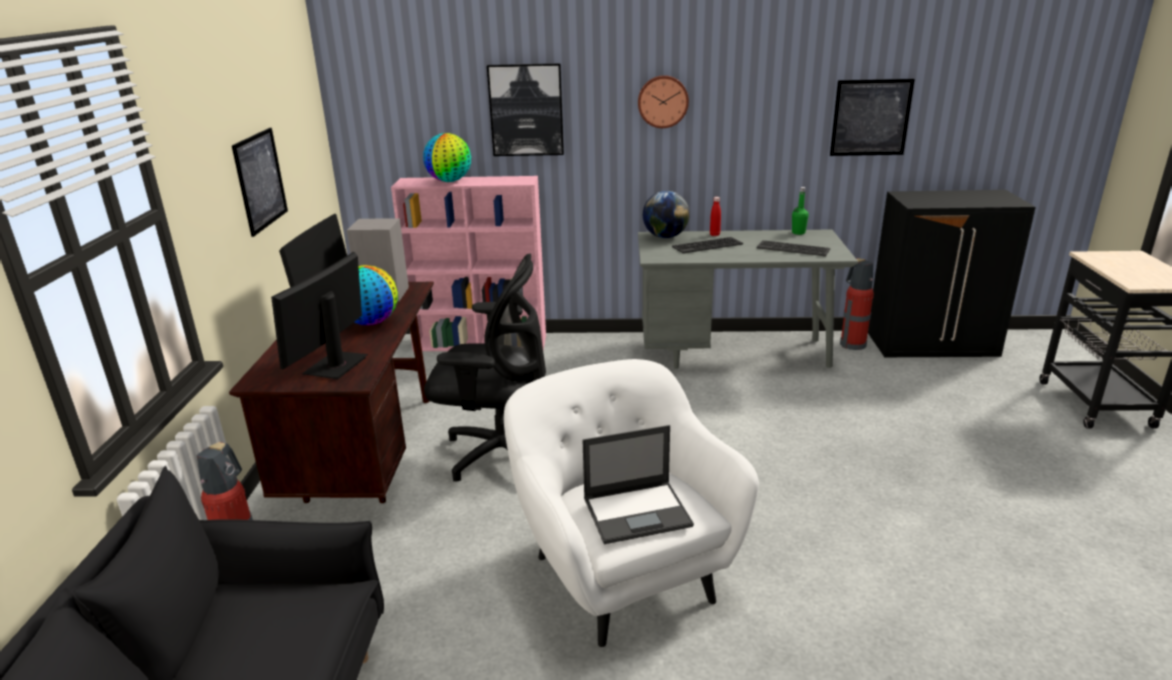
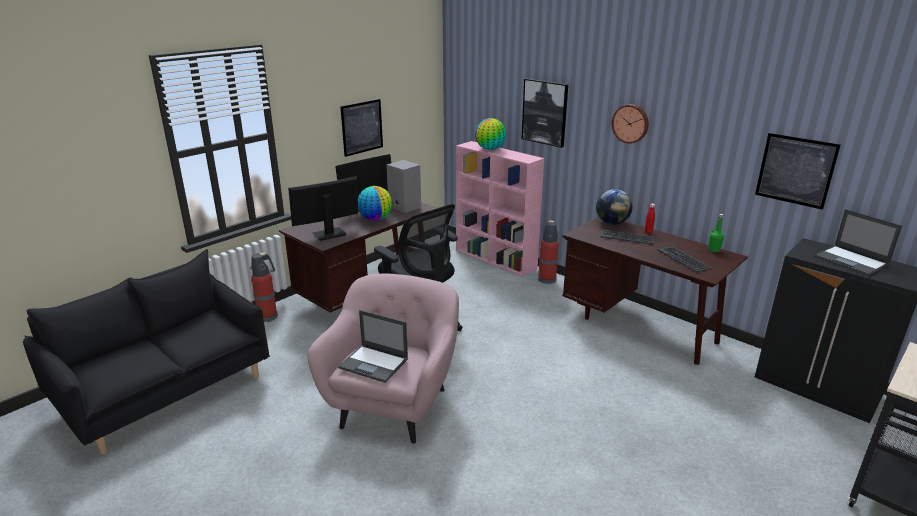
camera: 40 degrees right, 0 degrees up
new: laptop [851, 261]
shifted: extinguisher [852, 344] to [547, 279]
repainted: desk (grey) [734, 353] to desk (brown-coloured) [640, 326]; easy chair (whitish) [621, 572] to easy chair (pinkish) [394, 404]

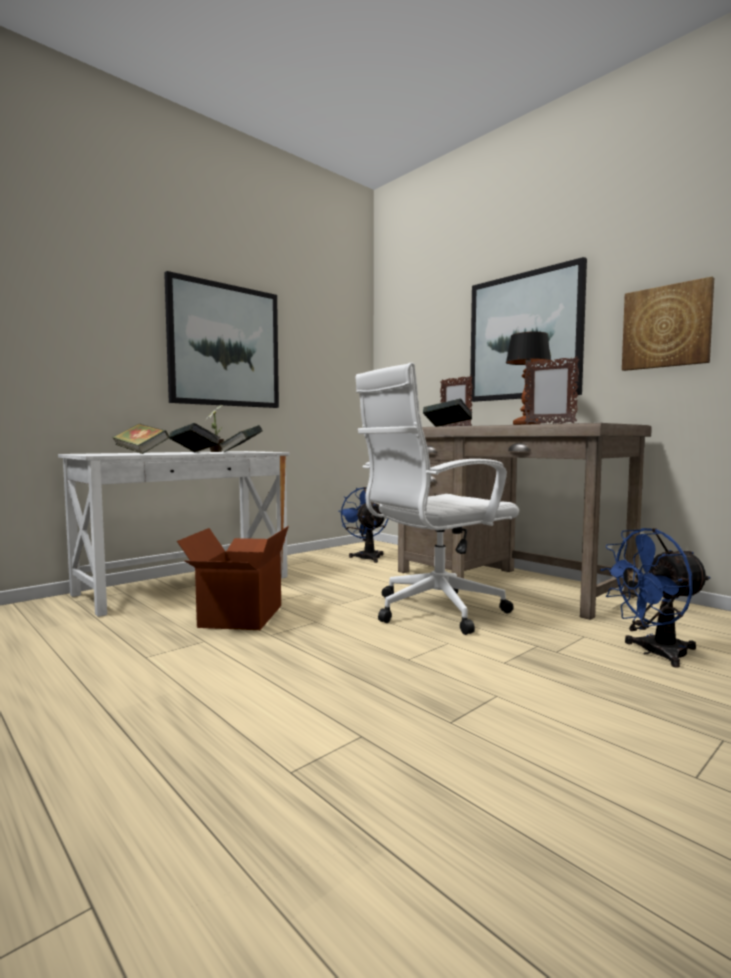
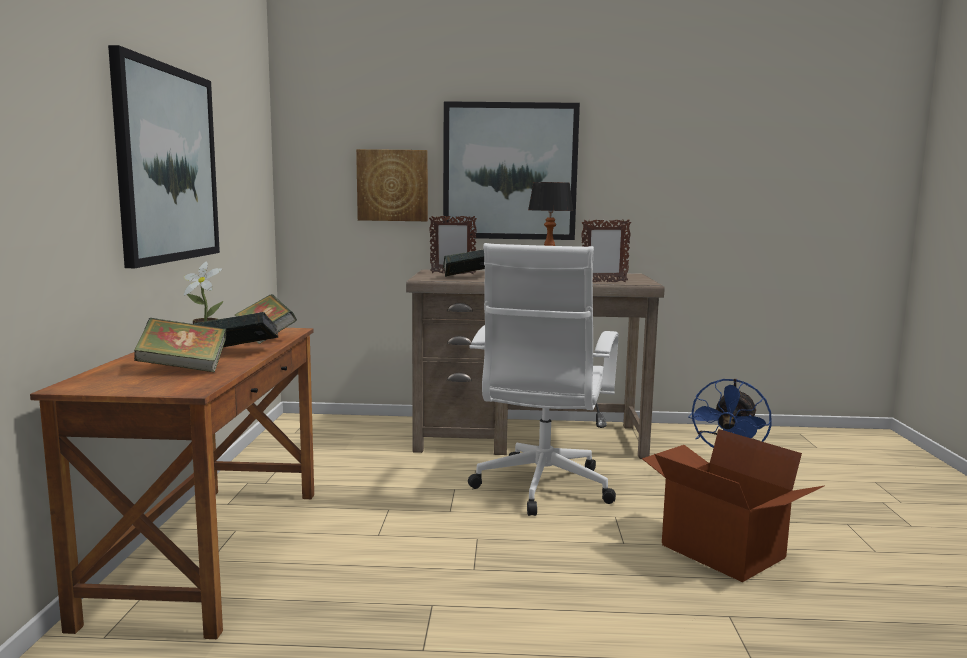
camera: 45 degrees left, 5 degrees up
gone: electric fan (blue) [367, 556]
shifted: picture [666, 327] to [392, 185]; packing box [239, 616] to [721, 552]
repainted: desk (whitish) [185, 585] to desk (brown-coloured) [211, 551]

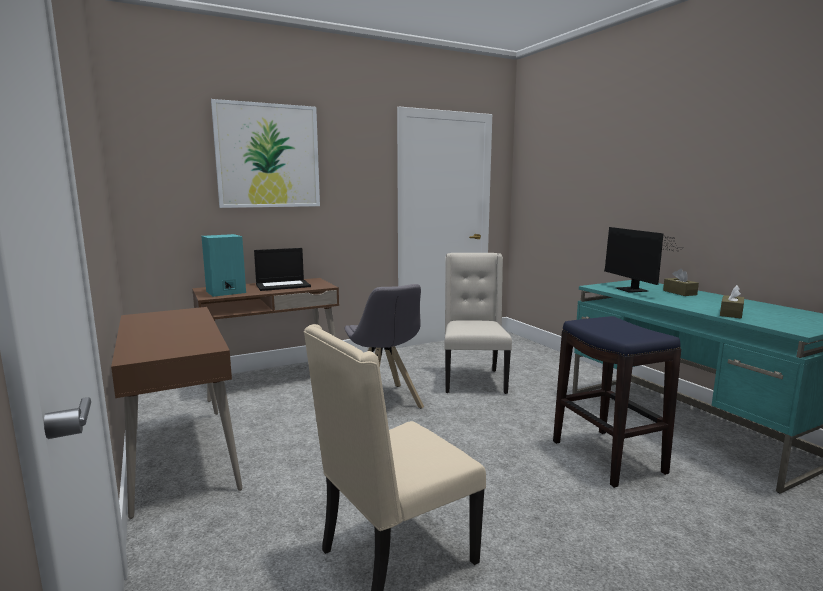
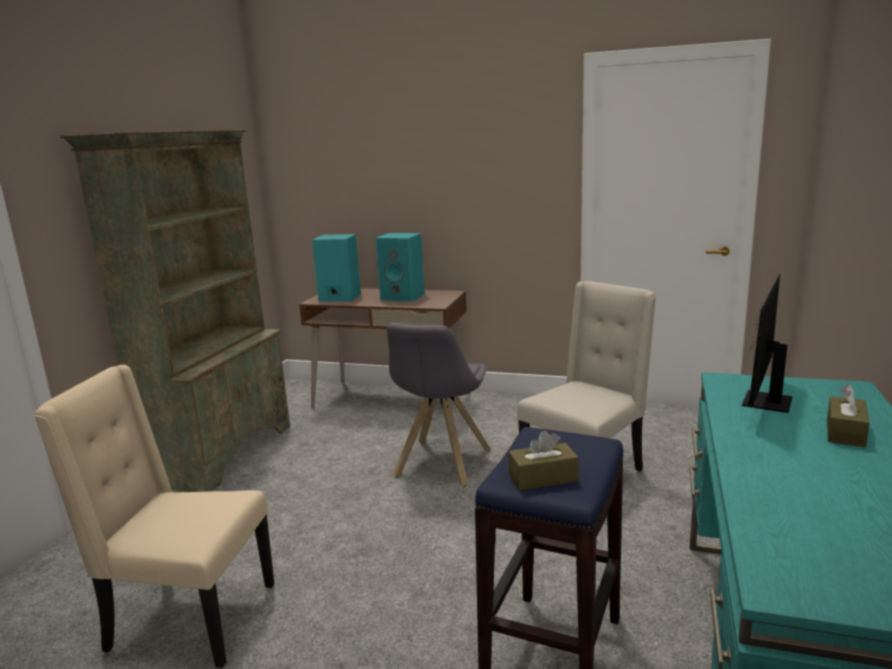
camera: 45 degrees right, 5 degrees up
gone: picture [268, 156]
shifted: tissue holder (brown-coloured) [731, 313] to [543, 478]
swapped: laptop [283, 285] to audio speaker (turquoise) [404, 297]; desk (brown-coloured) [181, 457] to bookshelf (green-coloured) [221, 453]

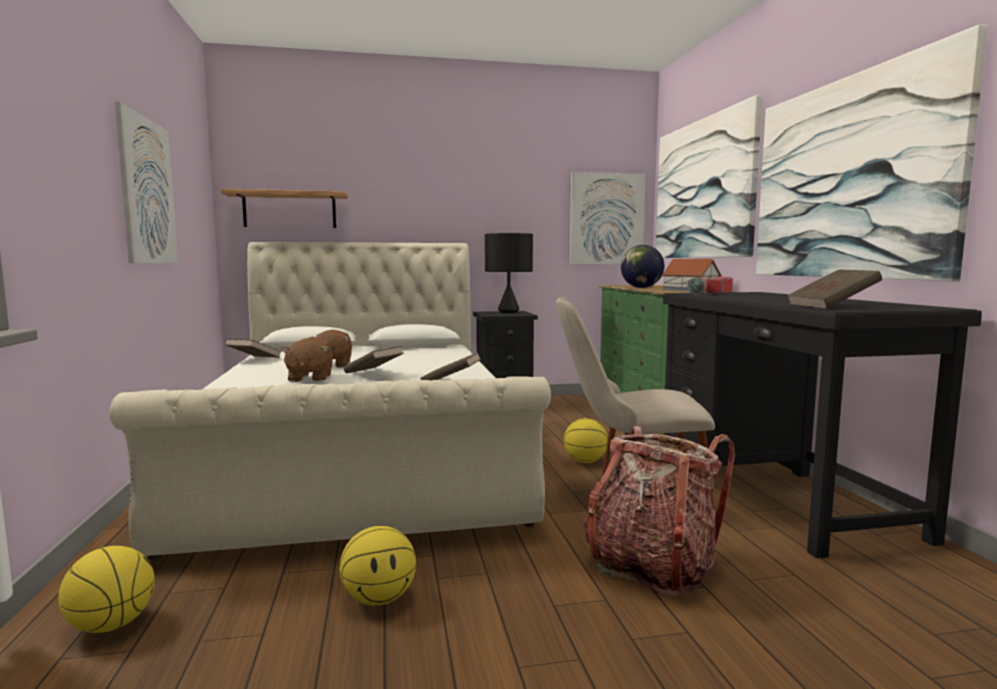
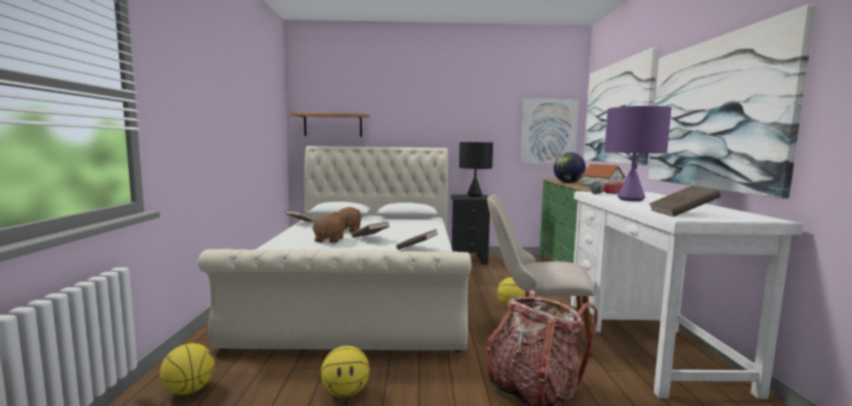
camera: 10 degrees right, 0 degrees up
gone: picture [148, 191]
new: table lamp (purple) [630, 200]
repainted: desk (black) [777, 490] to desk (whitish) [648, 341]

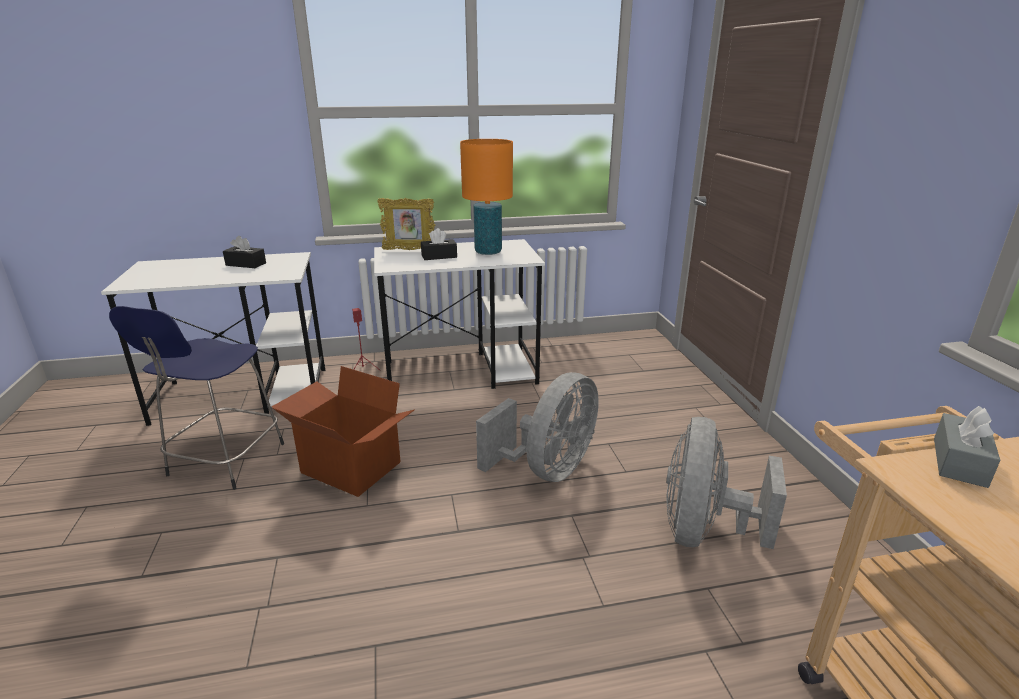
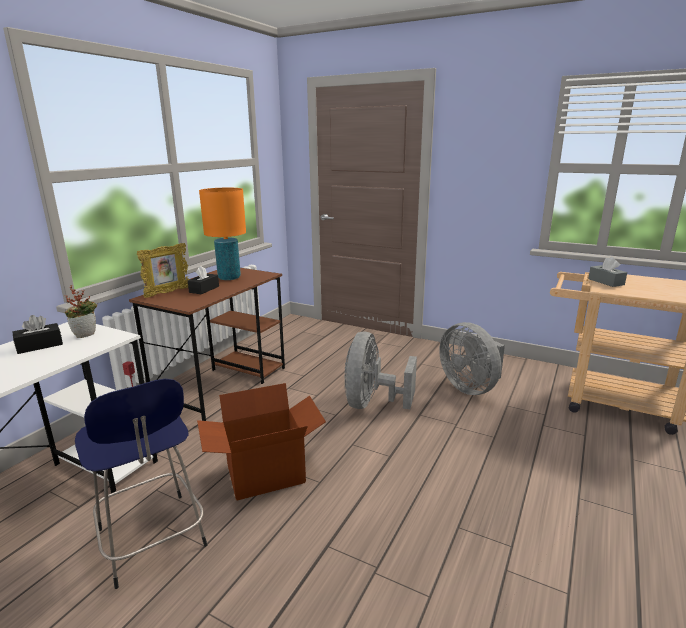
camera: 50 degrees left, 5 degrees down
new: houseplant [86, 334]
repainted: desk (whitish) [462, 372] to desk (brown-coloured) [223, 385]
rotated: electric fan (grey) [547, 469] = [372, 403] 150 degrees counterclockwise

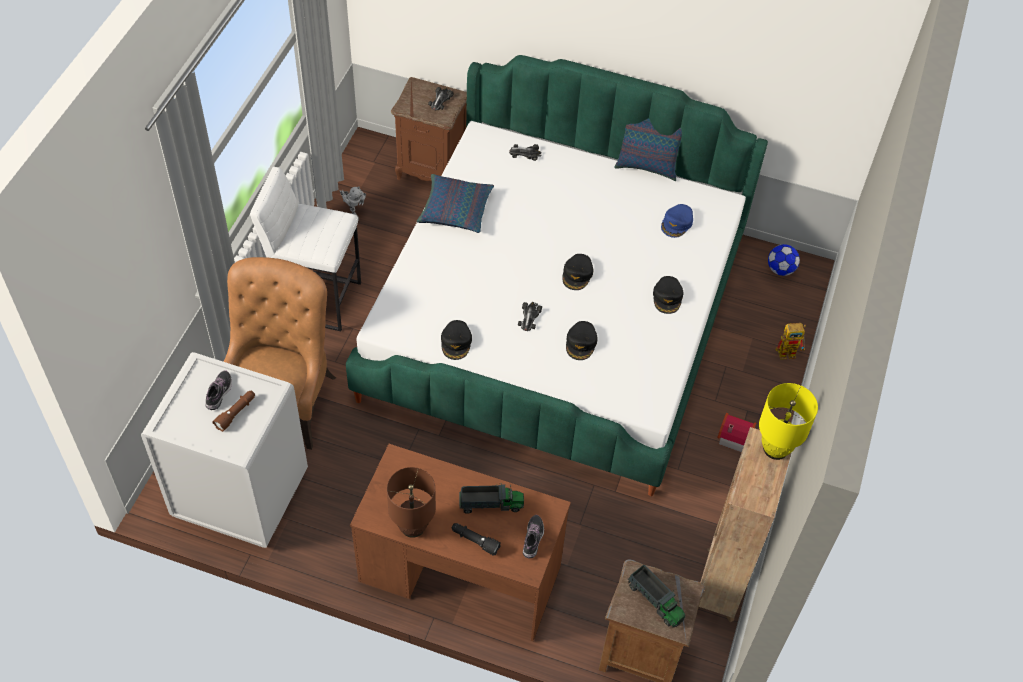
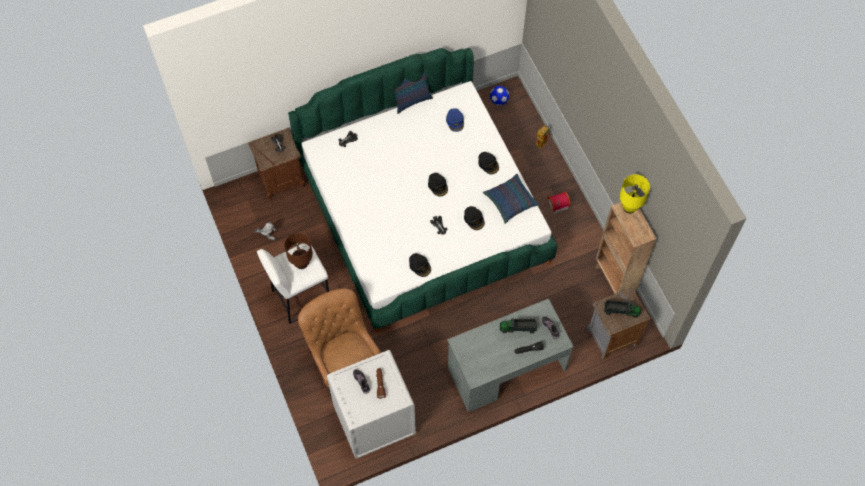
camera: 40 degrees left, 10 degrees up
shifted: throw pillow (blue) [455, 210] to [510, 201]; table lamp (brown-coloured) [412, 527] to [301, 263]
repainted: desk (brown-coloured) [460, 573] to desk (grey) [506, 370]
rotated: toy truck [490, 504] = [518, 328] 135 degrees counterclockwise

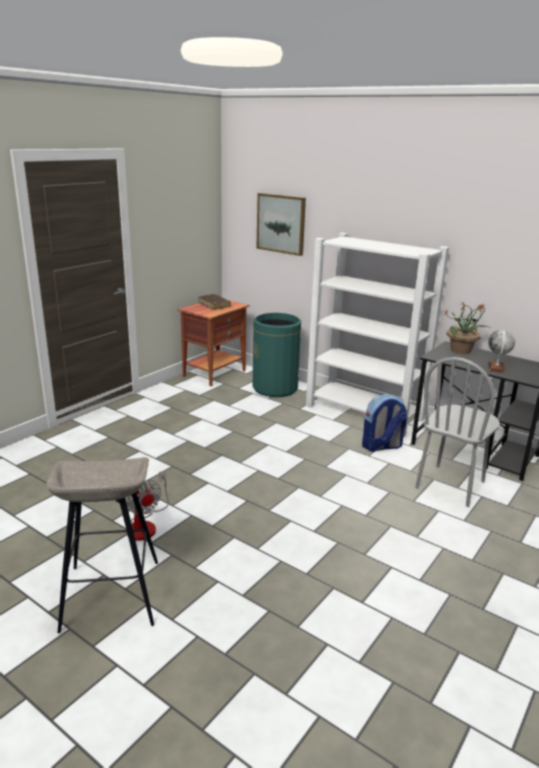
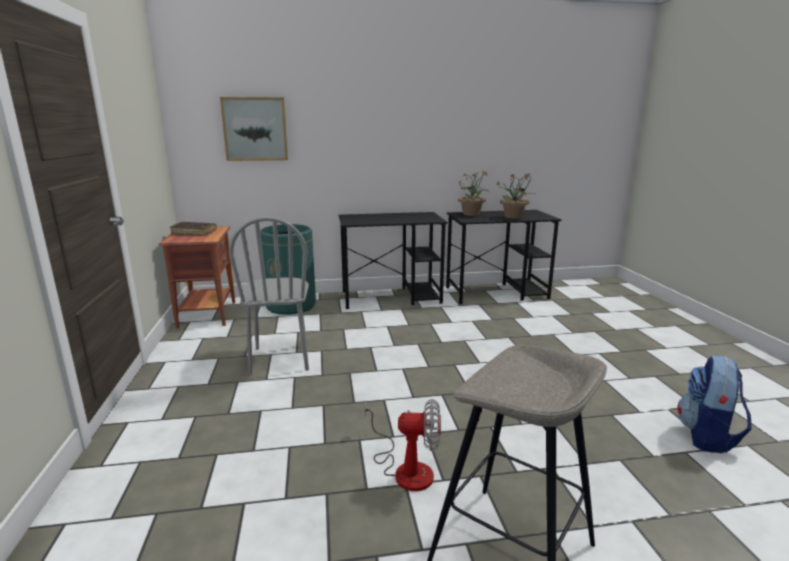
camera: 45 degrees left, 5 degrees down
shifted: chair (grey) [450, 485] to [280, 359]; backpack [381, 446] to [707, 437]
swapped: bookshelf (whitish) [364, 412] to desk (black) [392, 297]; desk globe [496, 368] to houseplant [514, 217]

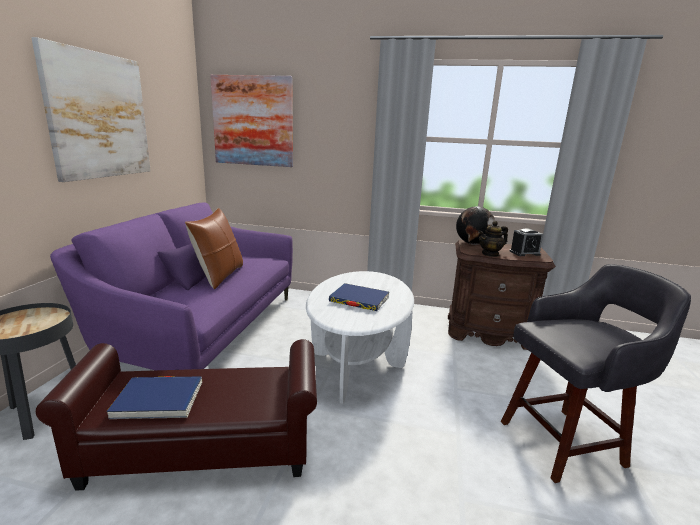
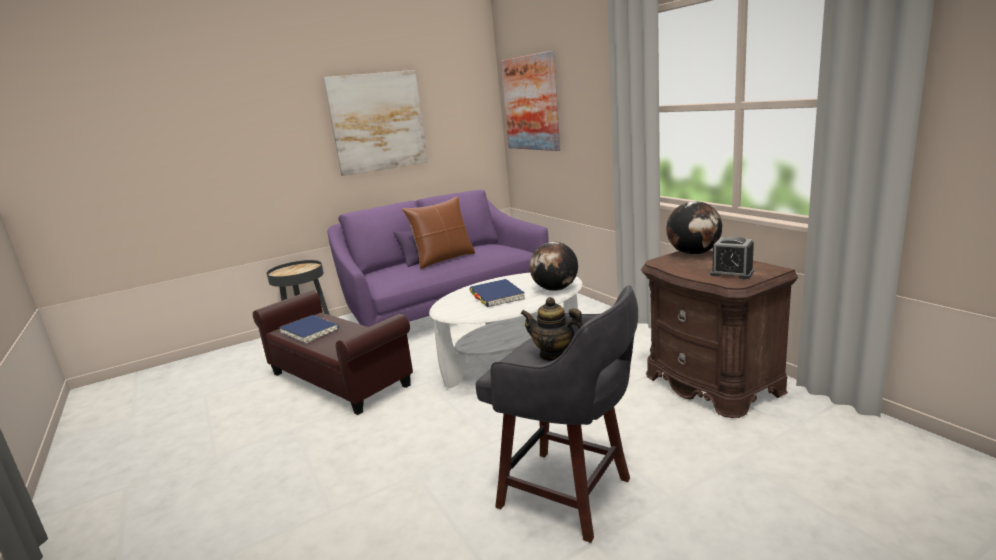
camera: 50 degrees right, 0 degrees up
new: desk globe [555, 289]
shifted: pot for tea [490, 254] to [554, 354]

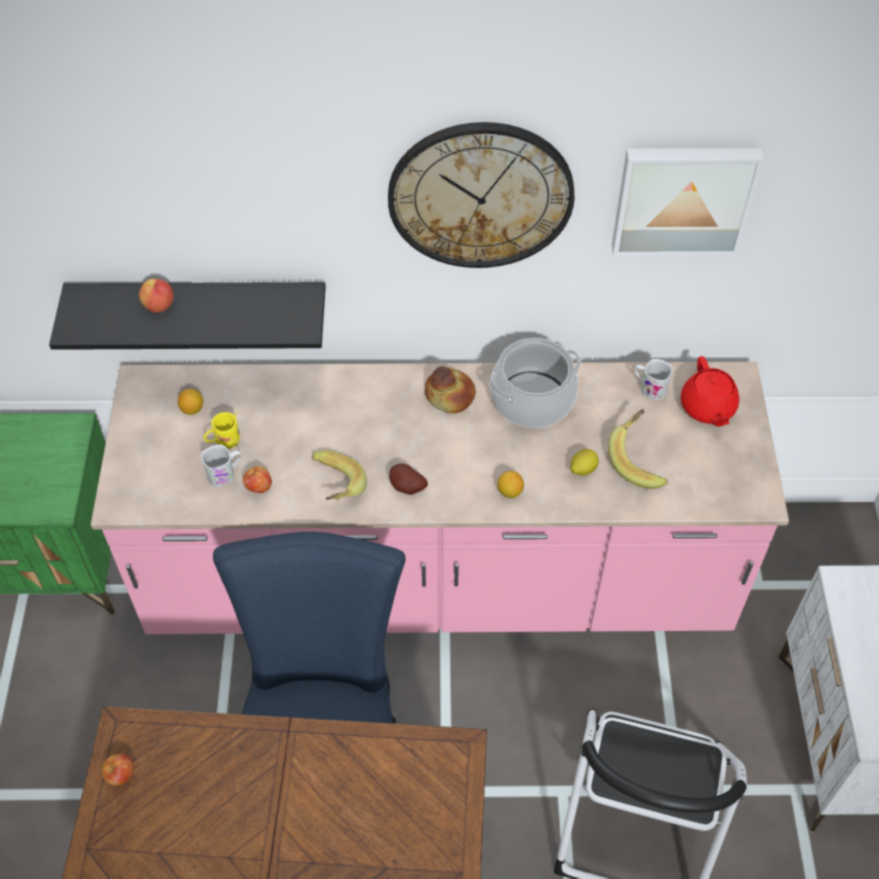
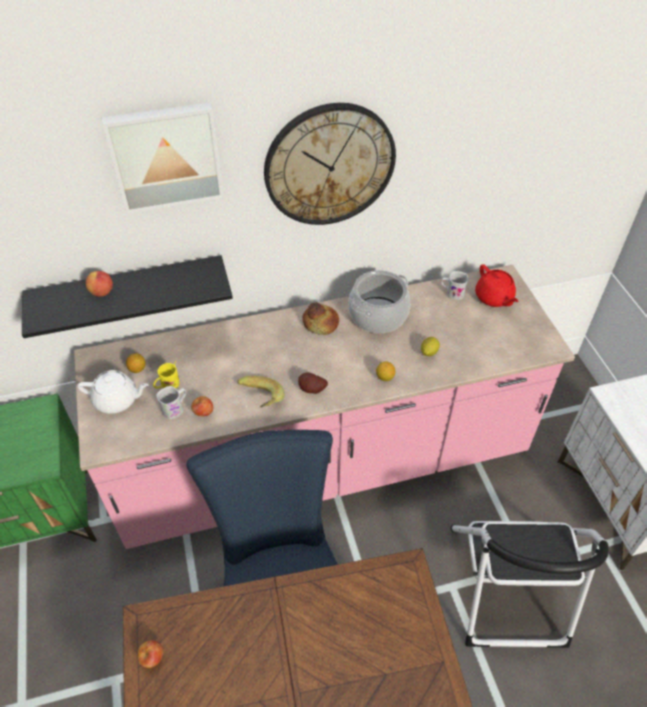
camera: 15 degrees left, 5 degrees down
gone: banana [640, 460]
new: pot for tea (whitish) [117, 400]
shifted: picture [683, 198] to [165, 156]

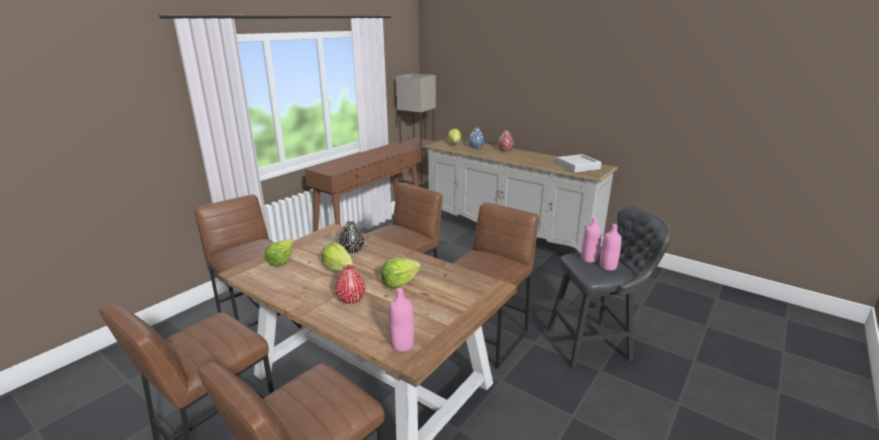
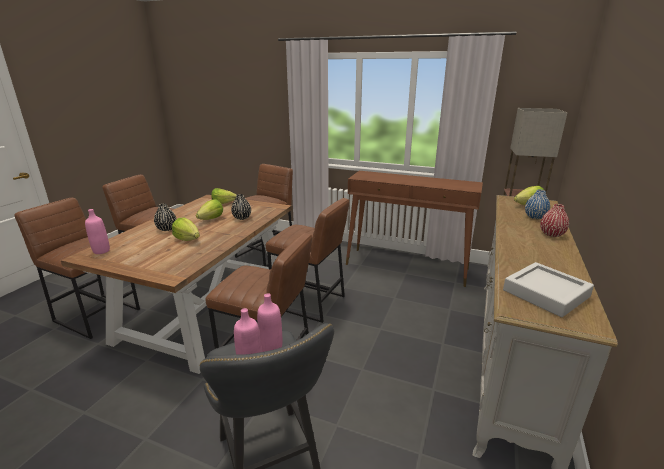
camera: 75 degrees right, 0 degrees up
repainted: decorative vase (reddish) [351, 299] to decorative vase (black) [167, 229]

